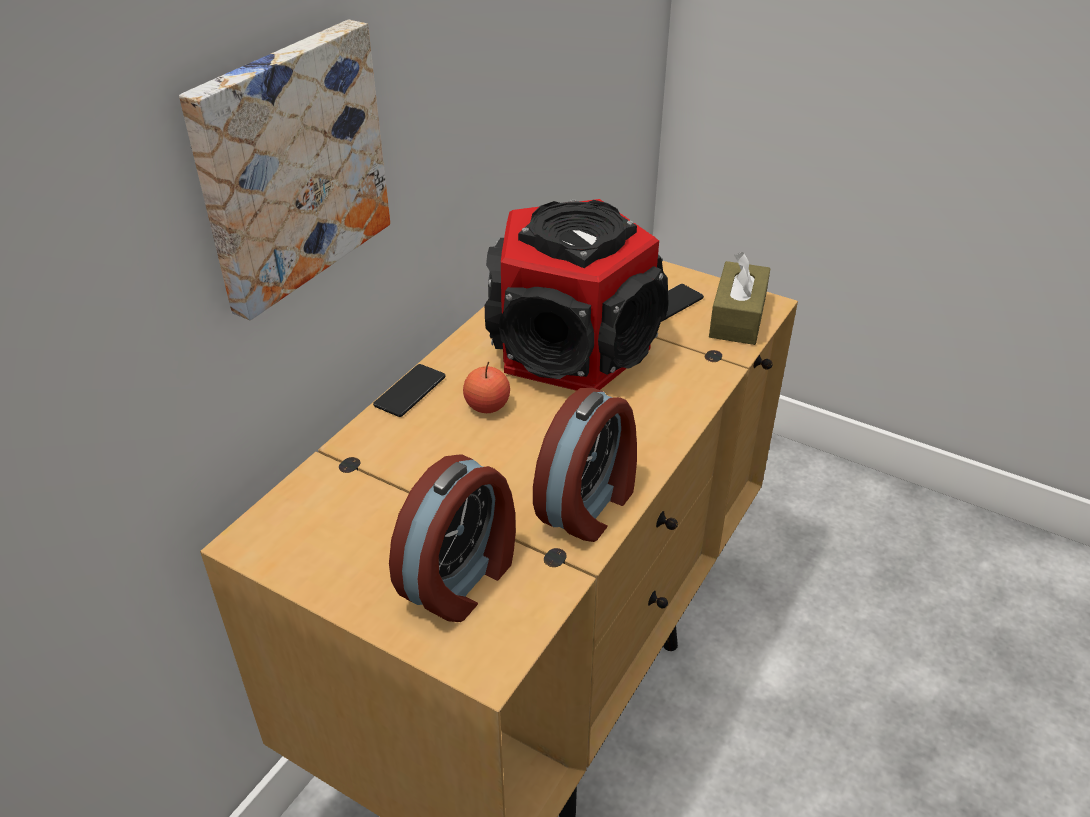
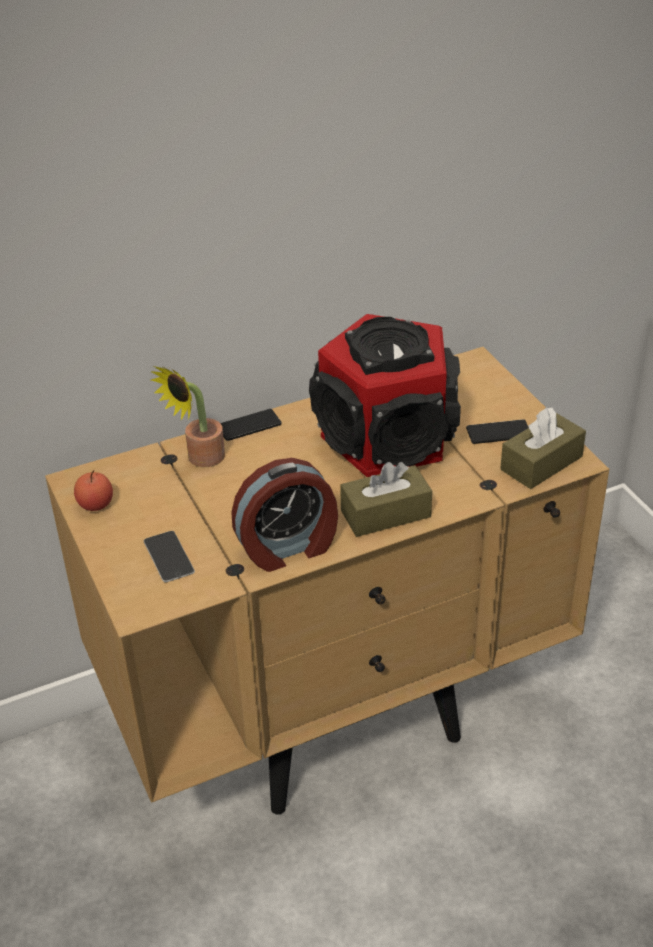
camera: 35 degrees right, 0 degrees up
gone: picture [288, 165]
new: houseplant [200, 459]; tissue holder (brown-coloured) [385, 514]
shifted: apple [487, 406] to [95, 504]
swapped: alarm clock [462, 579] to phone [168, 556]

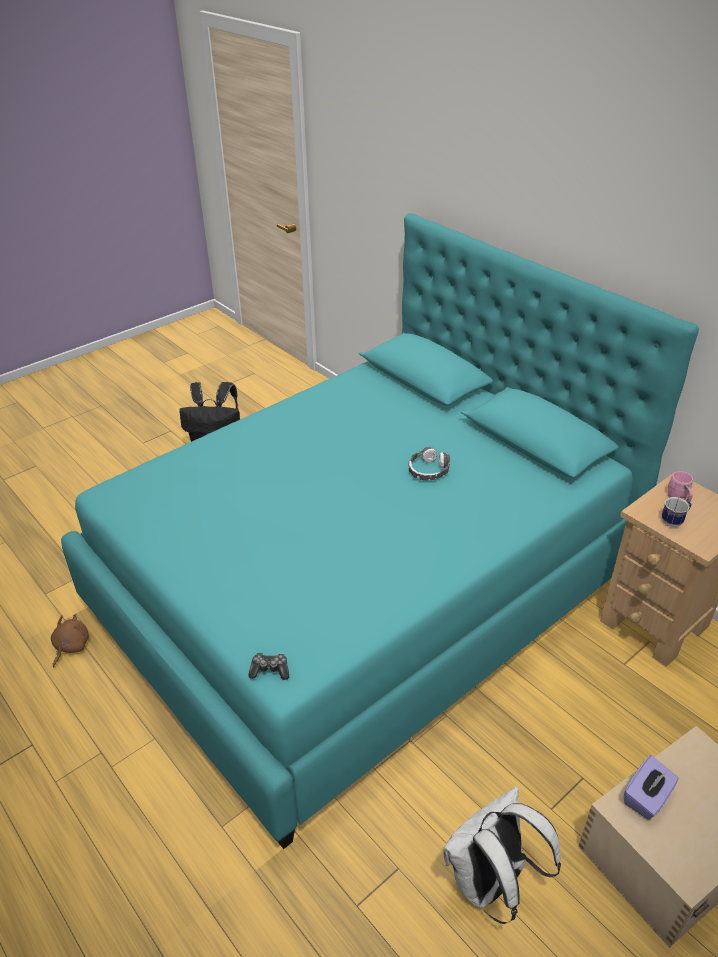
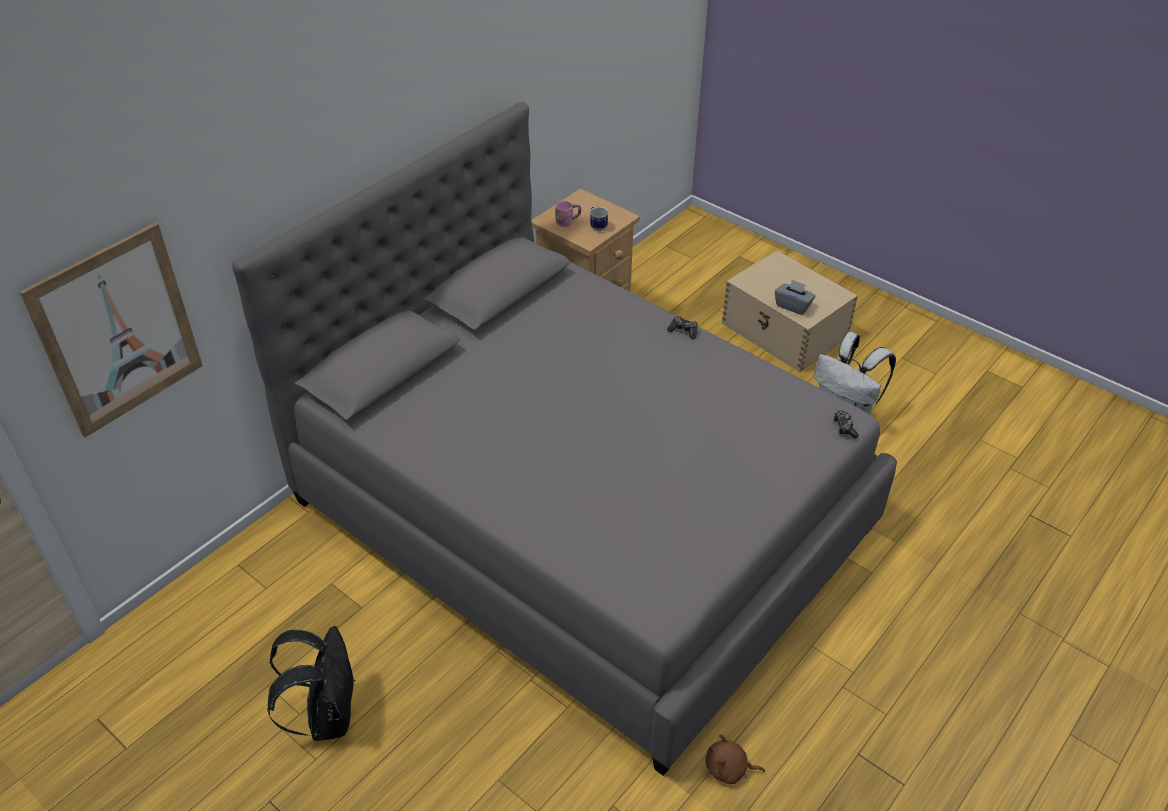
camera: 100 degrees left, 5 degrees up
gone: headset [428, 470]
new: picture [118, 331]; gamepad [683, 331]
repainted: bedroom bed (turquoise) [361, 589] to bedroom bed (grey) [582, 514]; tissue holder (purple) [646, 798] to tissue holder (grey) [793, 306]

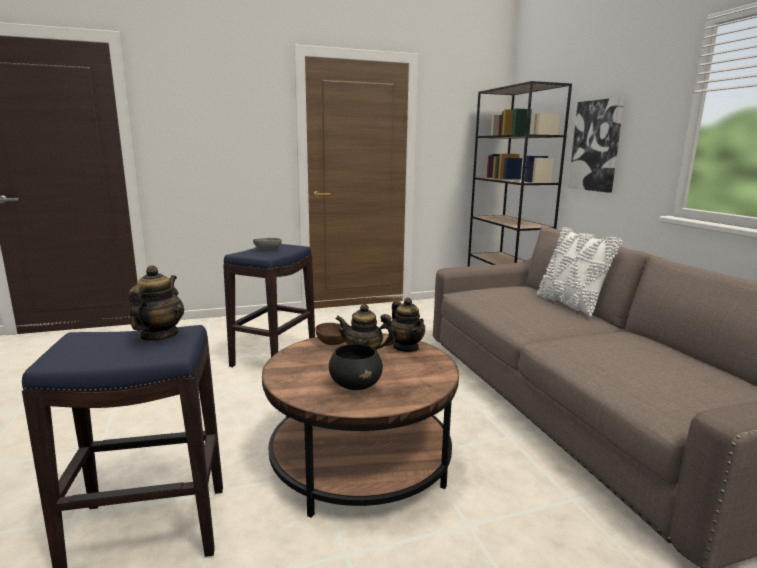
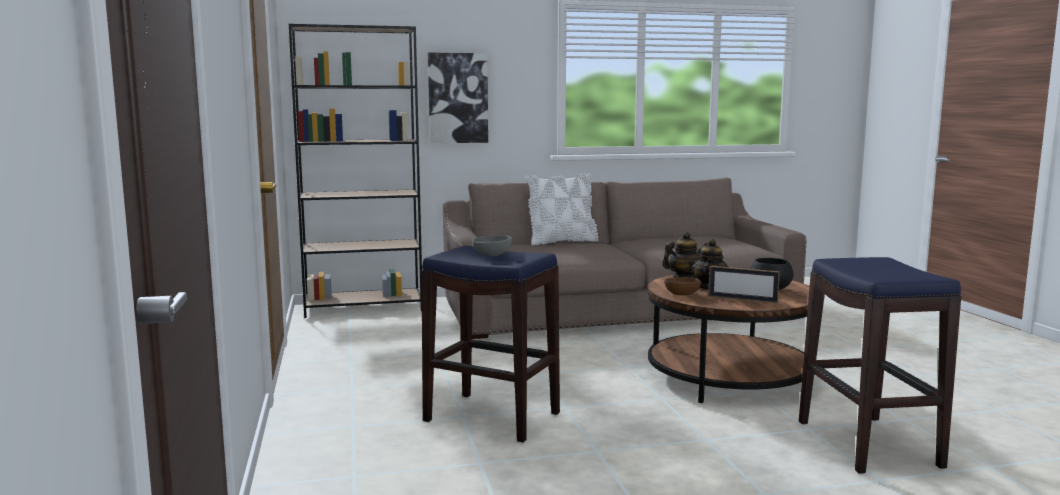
camera: 85 degrees left, 5 degrees down
gone: pot for tea [158, 336]
new: standing frame [742, 299]

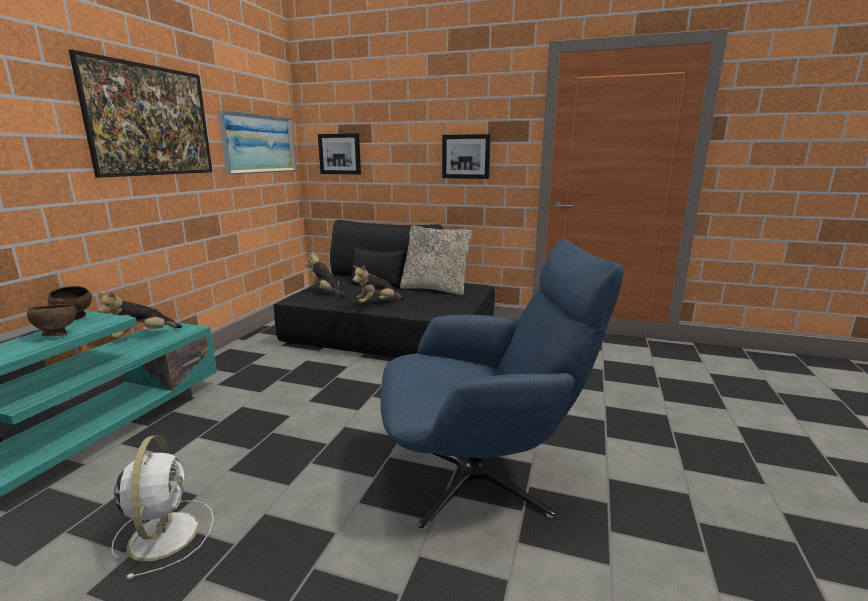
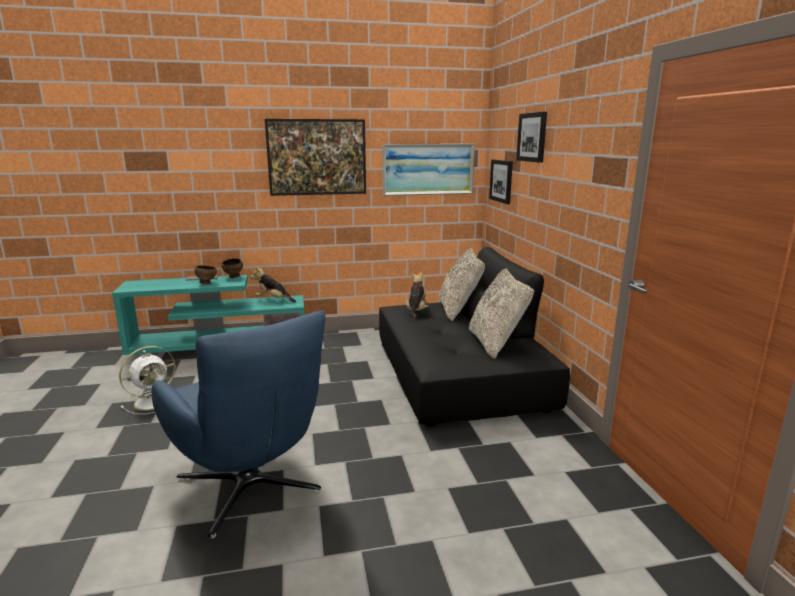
camera: 60 degrees right, 0 degrees up
gone: soft toy [377, 303]
new: throw pillow (sand-coloured) [459, 310]
shifted: picture [466, 156] to [532, 137]

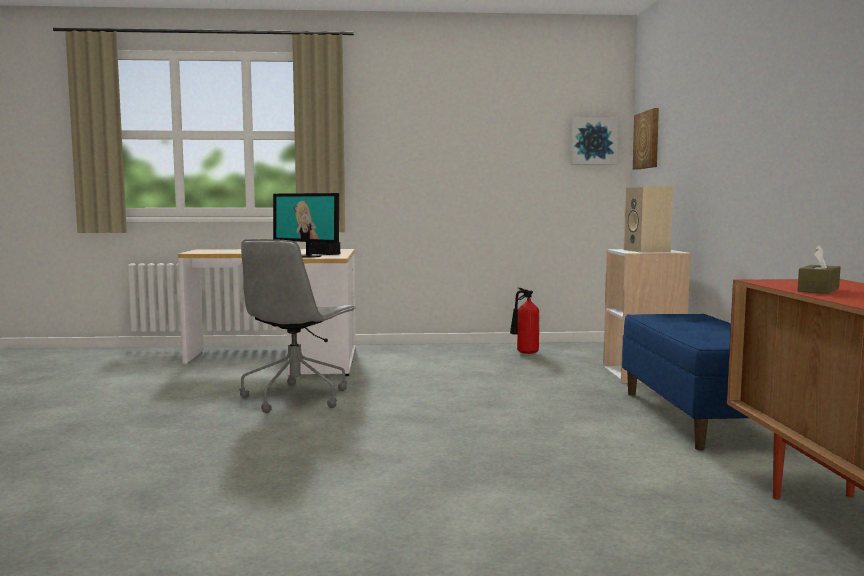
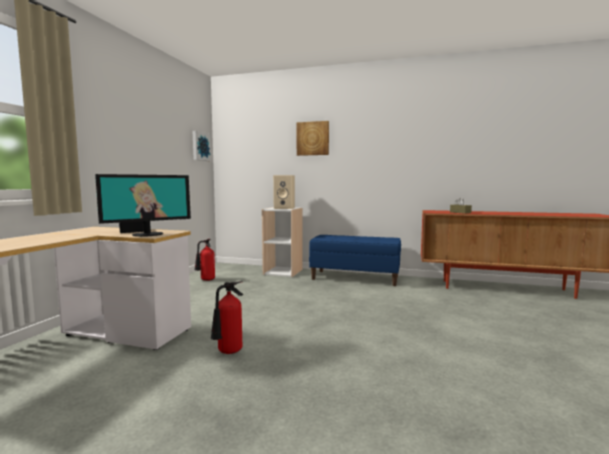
camera: 70 degrees left, 0 degrees up
shifted: picture [647, 140] to [312, 138]
swapped: desk chair (grey) [298, 397] to extinguisher [228, 353]

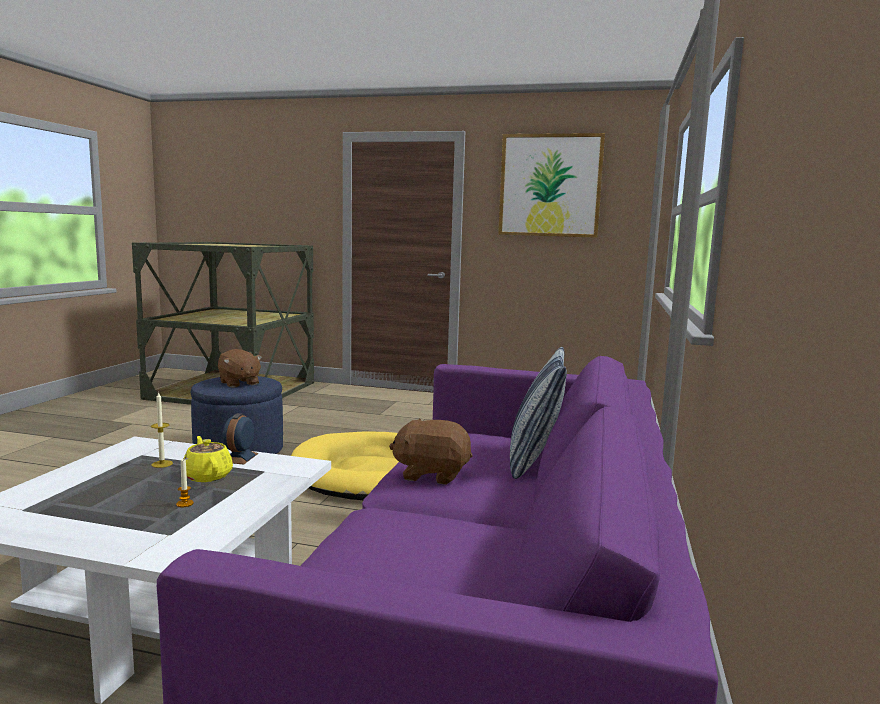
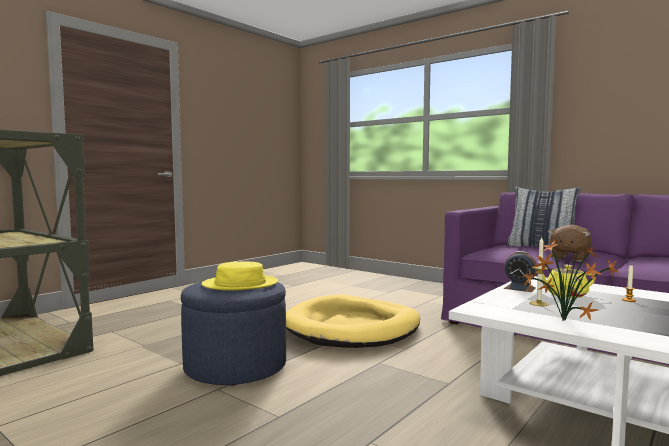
camera: 65 degrees left, 5 degrees down
gone: picture [550, 185]
new: houseplant [562, 321]
swapped: soft toy (brown-coloured) [239, 383] to clothing hat (yellowish) [240, 284]

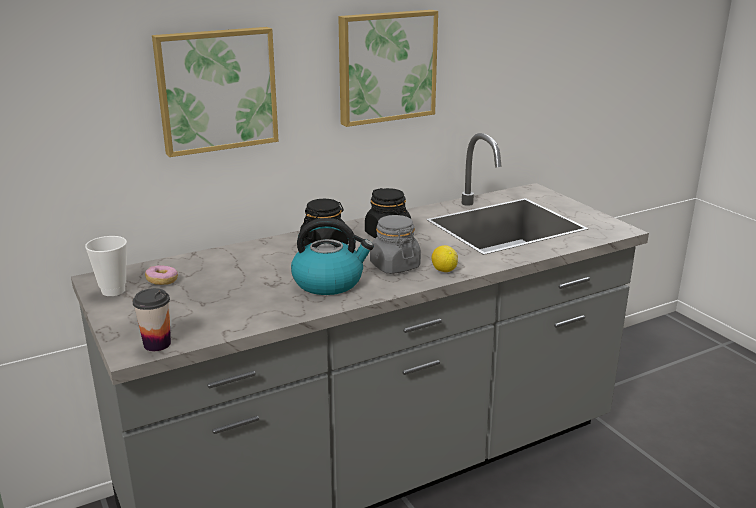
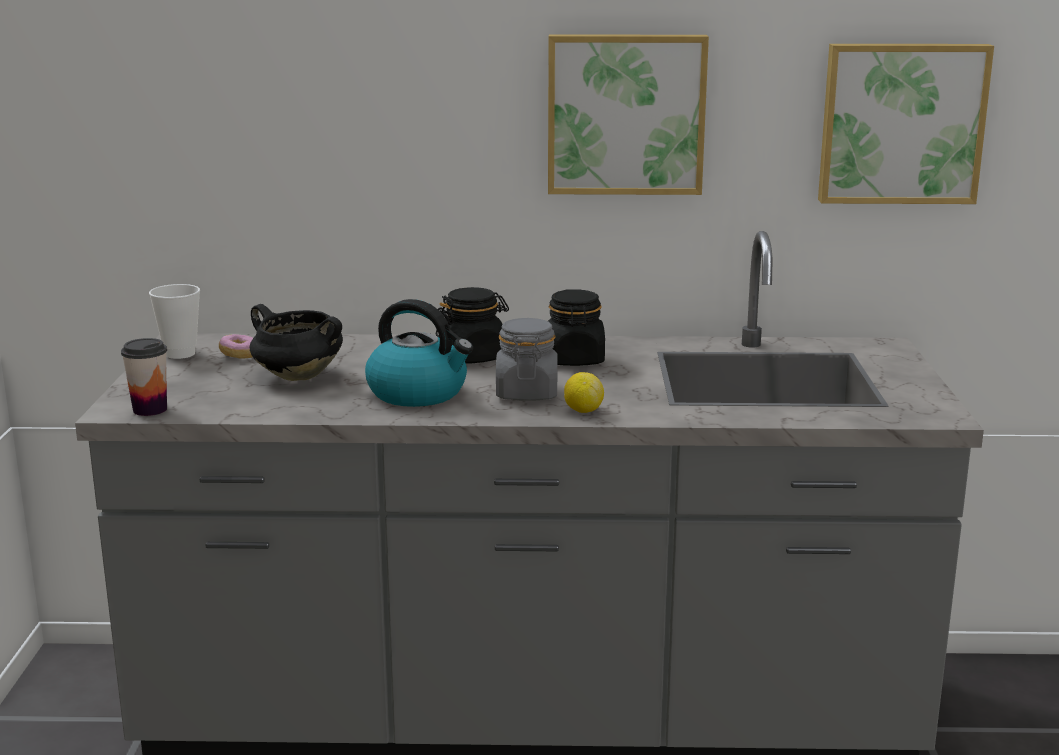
camera: 30 degrees right, 5 degrees down
new: stockpot (black) [296, 377]
shifted: picture [216, 90] to [901, 123]

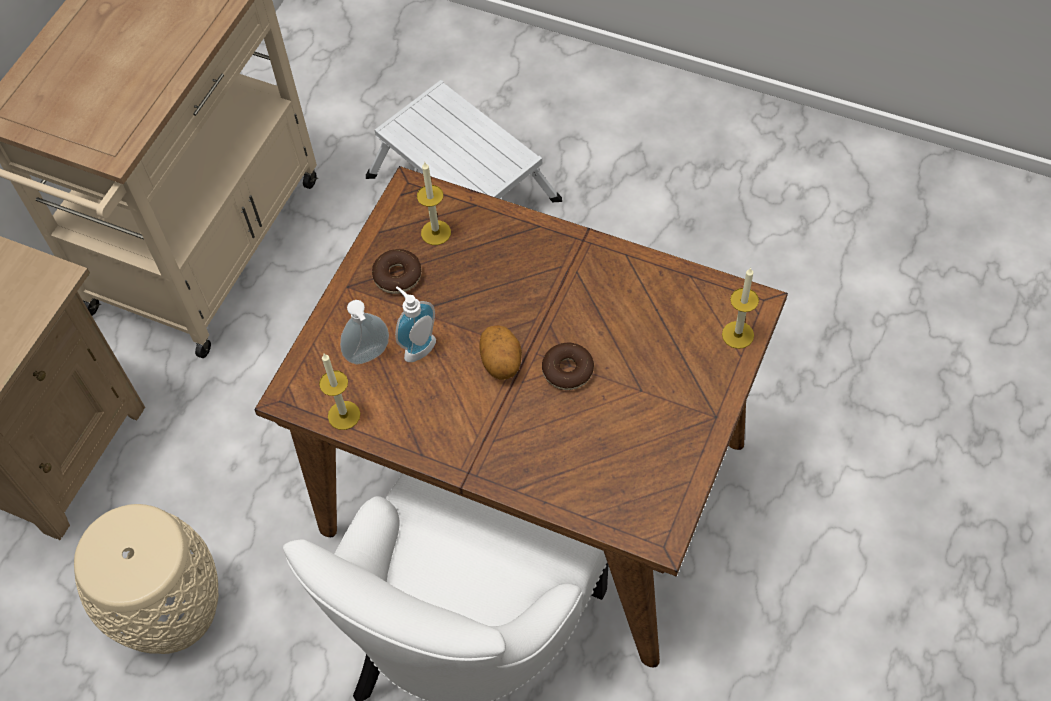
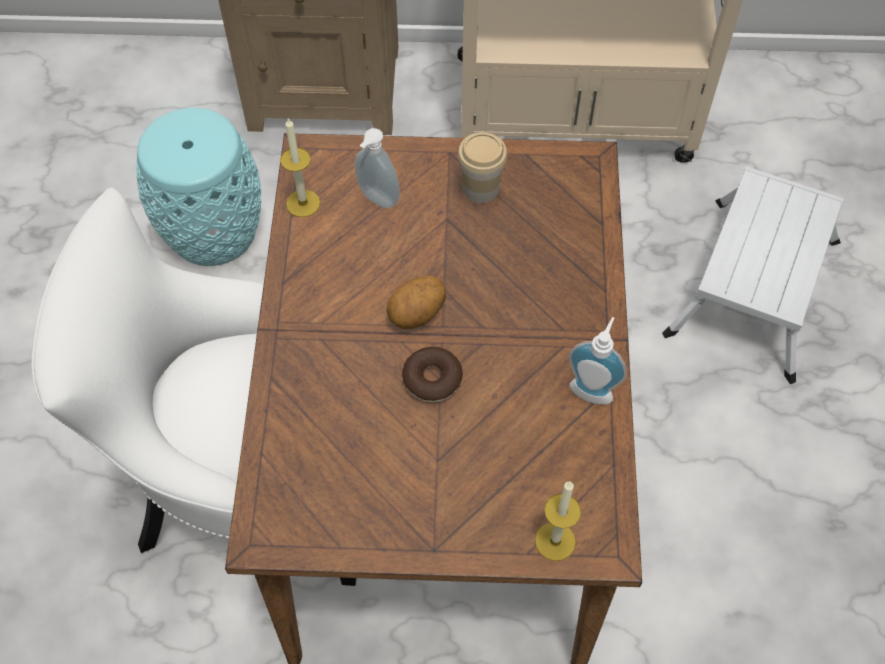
camera: 65 degrees right, 0 degrees up
gone: candle [436, 232]
shifted: soap bottle [417, 346] to [592, 388]
swapped: ring doughnut [397, 276] to drinking cup [480, 188]
repainted: sitting stool (sand-coloured) [171, 608] to sitting stool (turquoise) [214, 232]

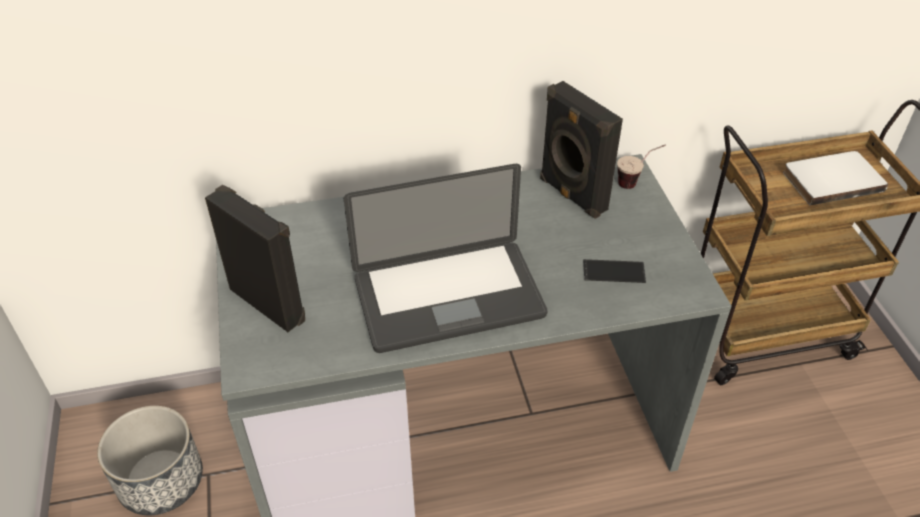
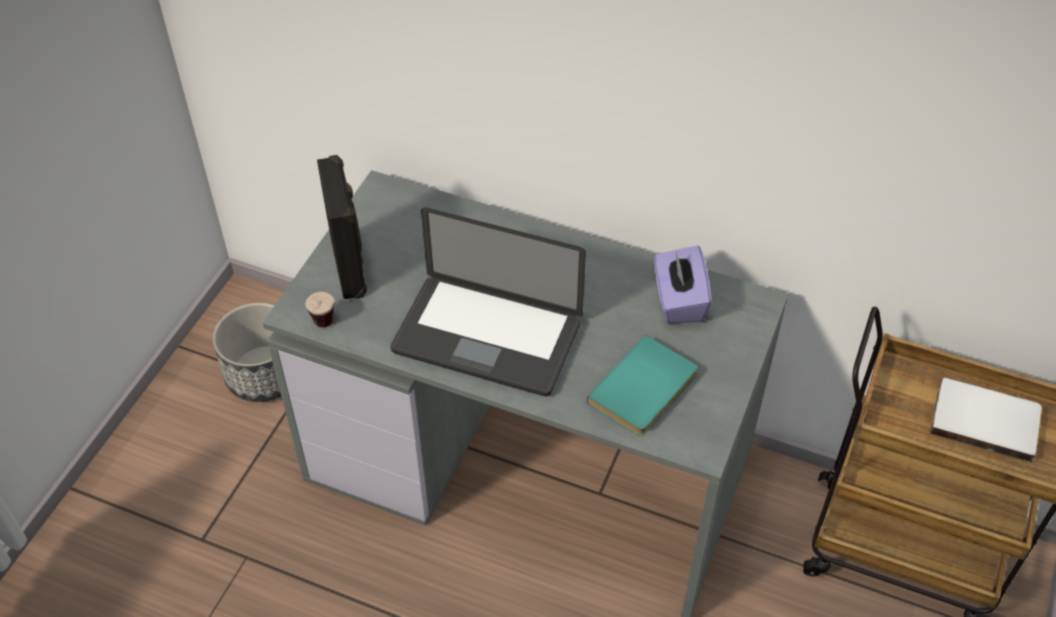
camera: 35 degrees right, 5 degrees up
shifted: drinking cup [636, 182] to [333, 323]
swapped: audio speaker (black) [571, 195] to tissue holder (purple) [678, 300]; phone [614, 271] to bound book (turquoise) [646, 390]

